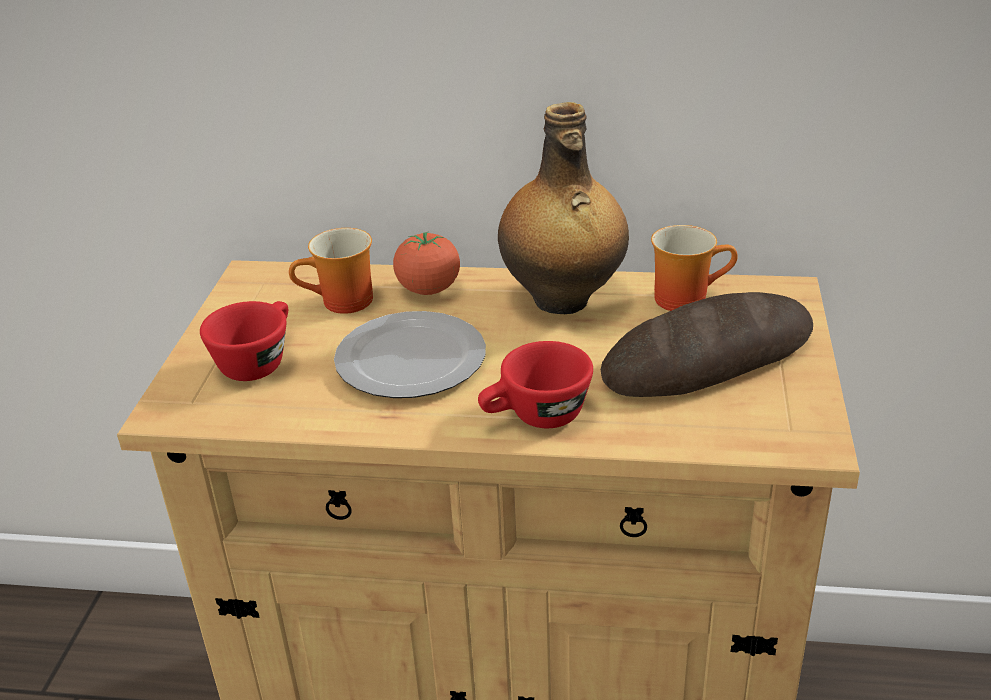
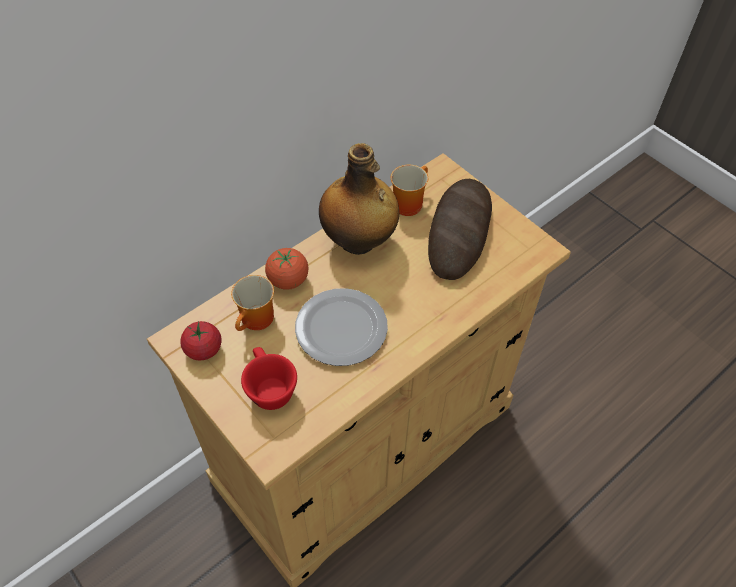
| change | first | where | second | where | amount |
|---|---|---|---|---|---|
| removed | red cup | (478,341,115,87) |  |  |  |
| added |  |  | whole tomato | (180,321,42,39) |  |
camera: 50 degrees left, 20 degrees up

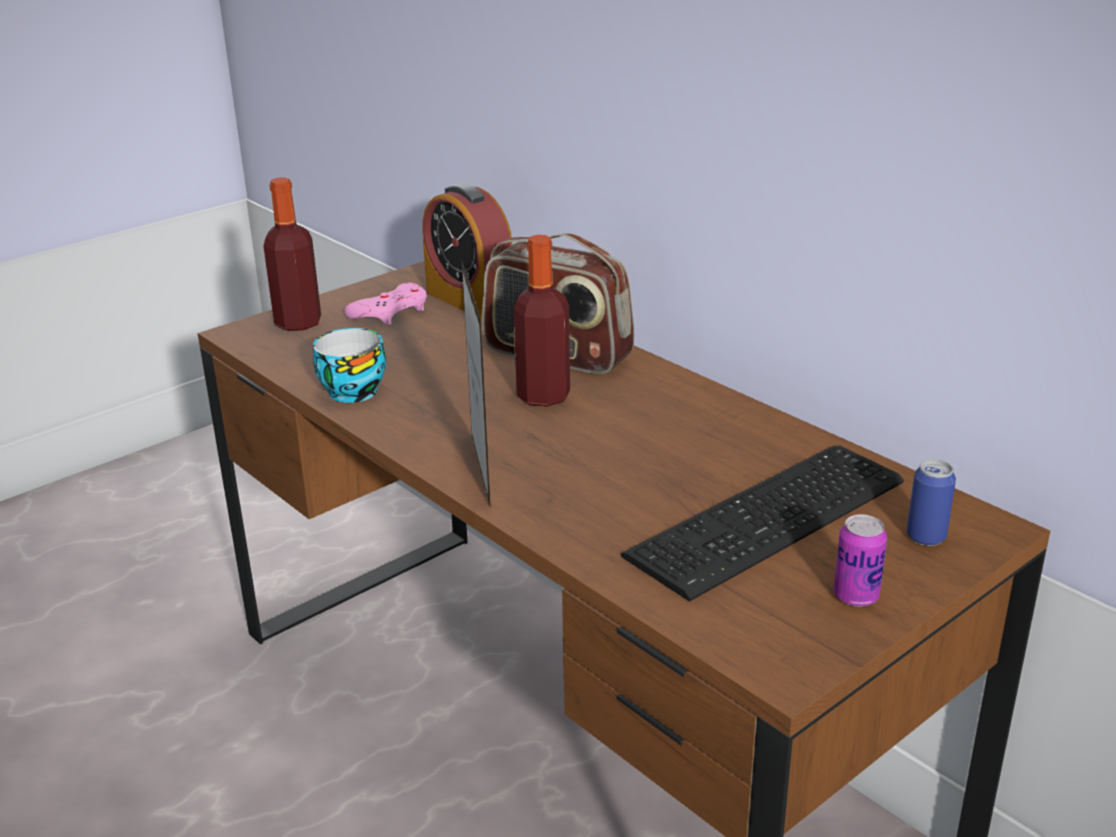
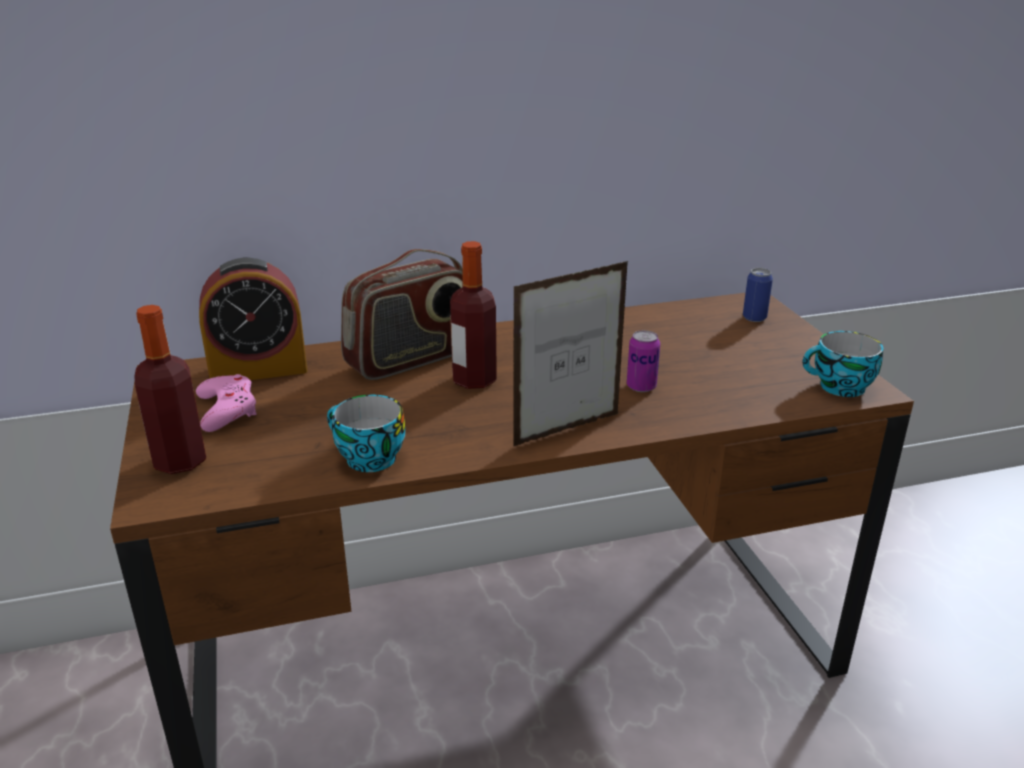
| change | first | where | second | where | amount |
|---|---|---|---|---|---|
| turned | picture frame | (461,259,29,247) |  | (513,261,115,186) | 45 degrees counterclockwise |
| removed | PC keyboard | (621,446,283,155) |  |  |  |
| moved | can | (833,514,54,93) |  | (627,330,33,62) |  |
| added |  |  | cup | (803,331,81,66) |  |
camera: 65 degrees left, 0 degrees up

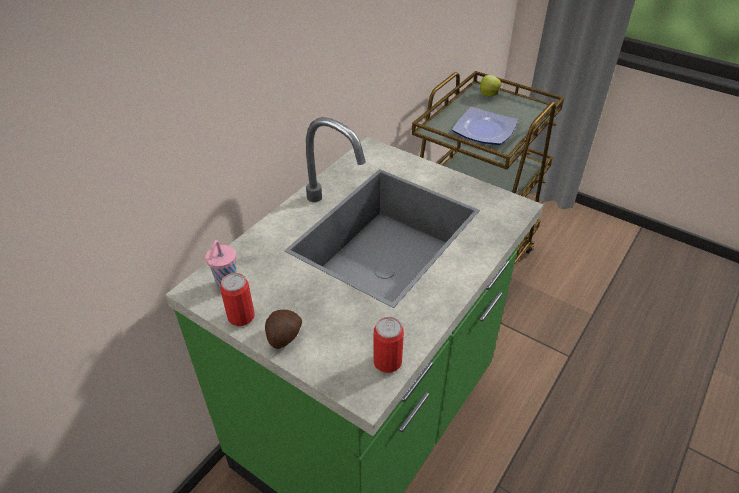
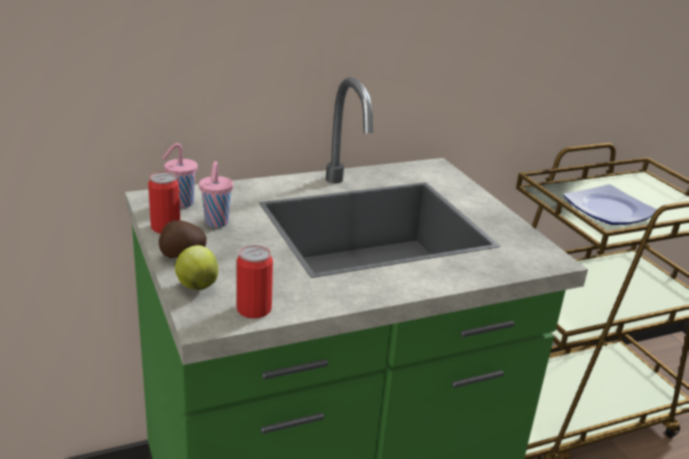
| change | first | where | second | where | amount |
|---|---|---|---|---|---|
| moved | apple | (479,75,23,21) |  | (175,245,43,45) |  |
| added |  |  | pink cup | (199,161,34,67) |  |
camera: 30 degrees right, 15 degrees down

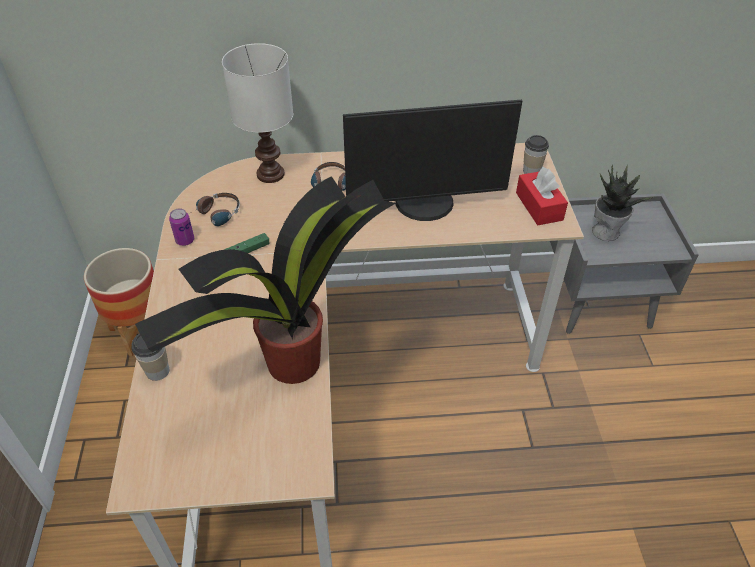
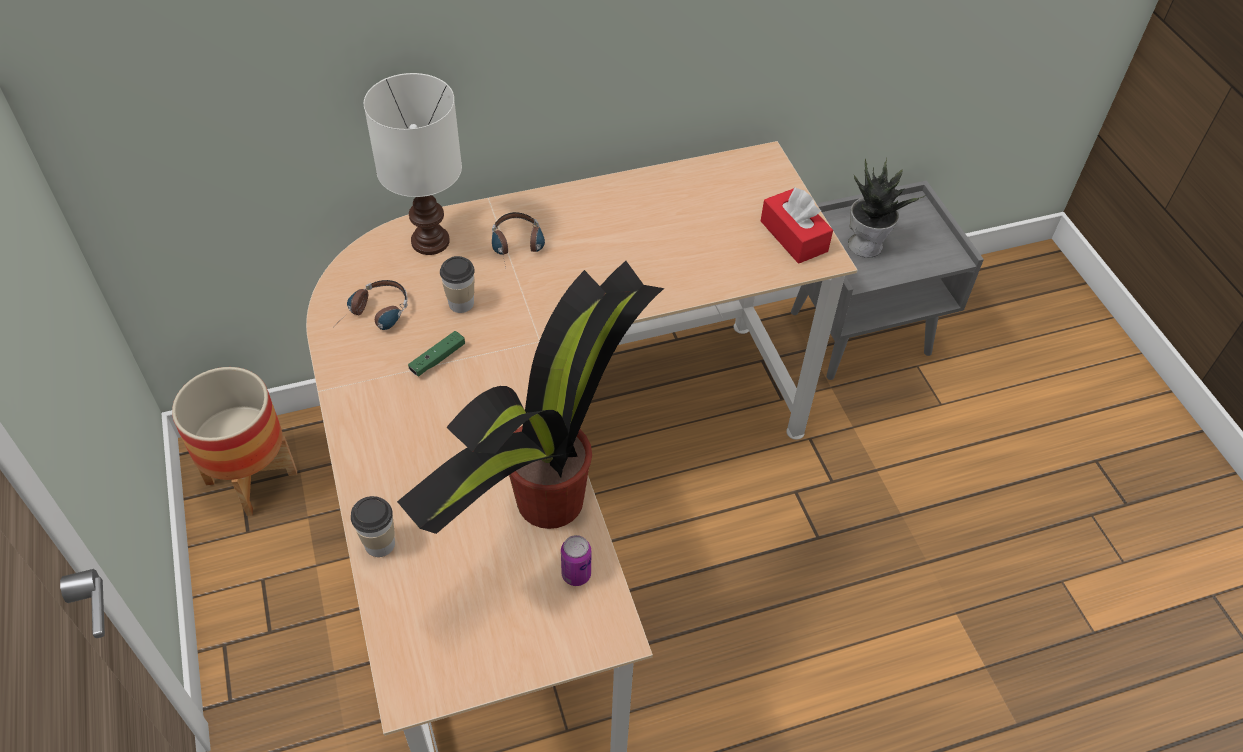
| change | first | where | second | where | amount |
|---|---|---|---|---|---|
| removed | computer screen | (343,100,179,121) |  |  |  |
| moved | cup | (523,135,26,39) |  | (440,256,35,57) |  |
| moved | can | (169,208,25,38) |  | (561,535,30,51) |  |
camera: 15 degrees left, 5 degrees up

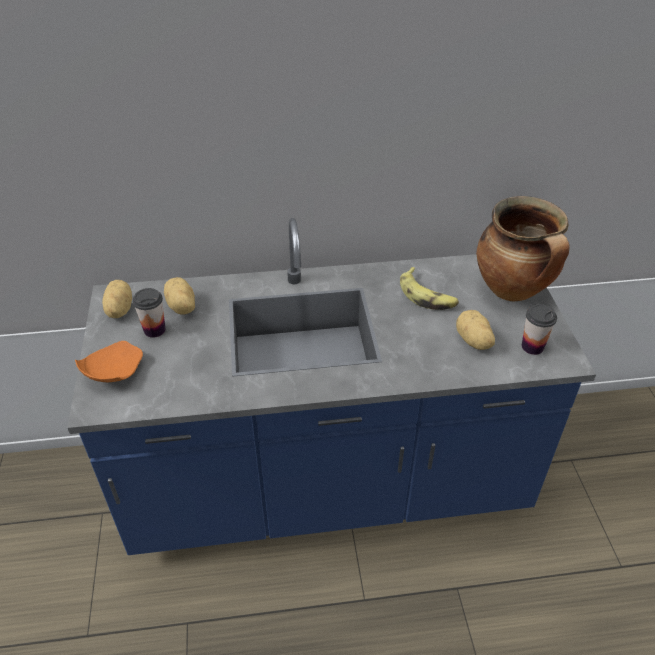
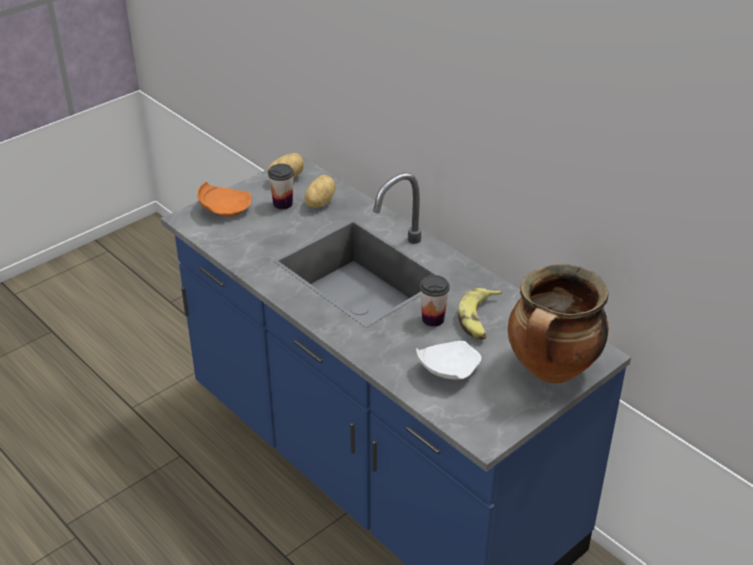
| change | first | where | second | where | amount |
|---|---|---|---|---|---|
| moved | cup | (522,304,35,51) |  | (420,275,30,52) |  |
| replaced | potato | (456,310,39,40) | whitish dinner plate | (416,341,65,39) |  |
camera: 55 degrees right, 5 degrees down

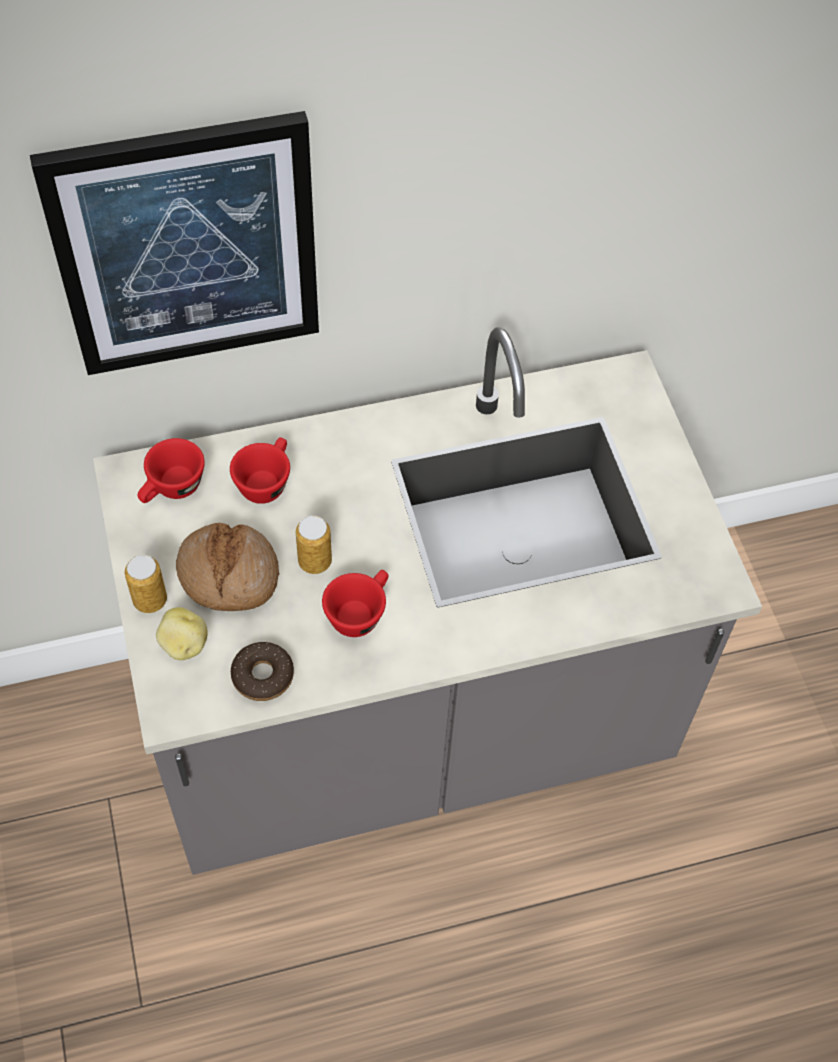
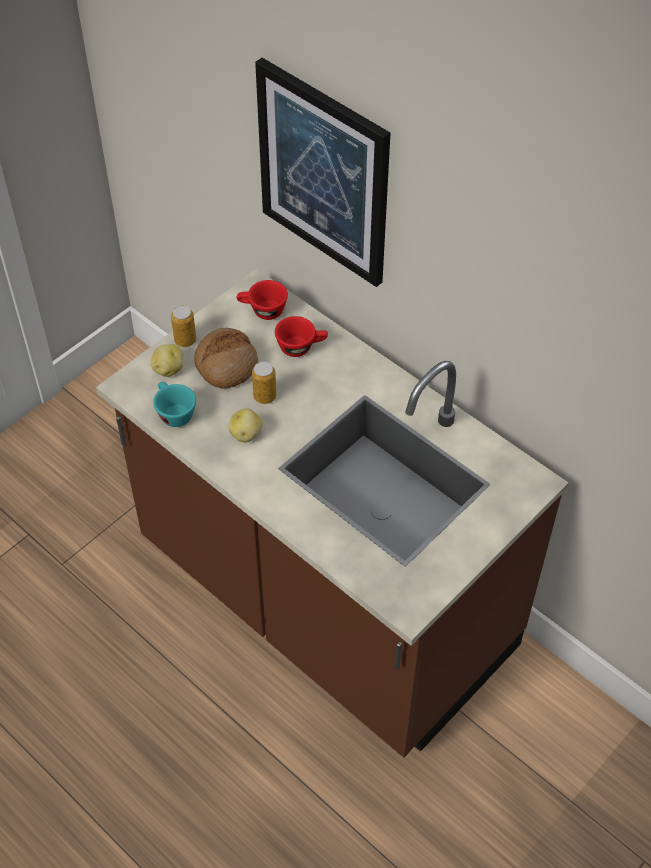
| change | first | where | second | where | amount |
|---|---|---|---|---|---|
| recoloured | greyish kitchen counter | (93,327,669,548) | brownish kitchen counter | (96,269,472,488) |  |
| replaced | red cup | (322,570,66,67) | potato | (229,408,34,35) |  |
| replaced | doughnut | (231,642,63,59) | turquoise cup | (153,382,43,45) |  |
camera: 60 degrees right, 5 degrees down

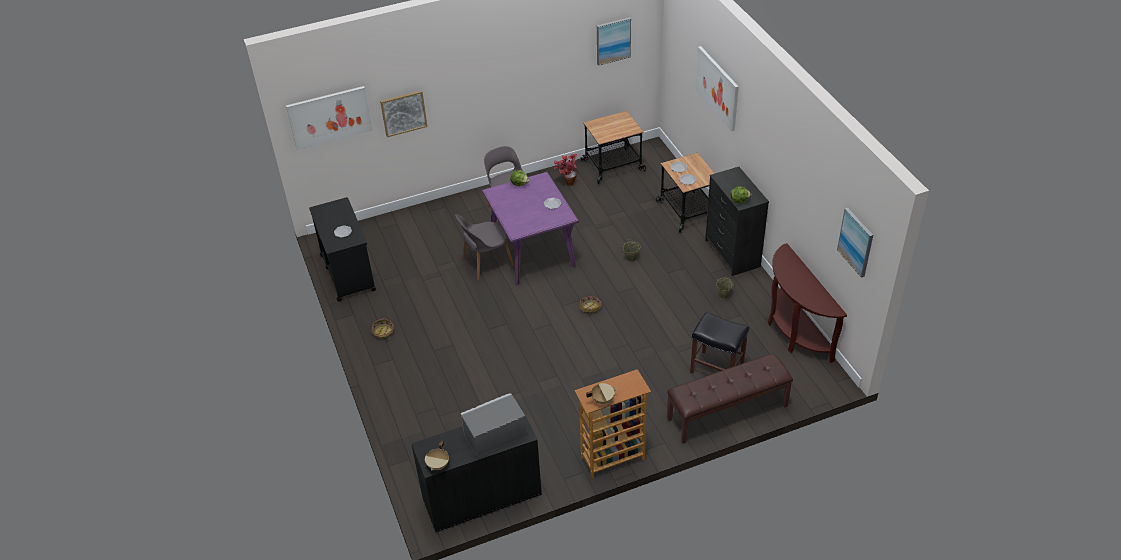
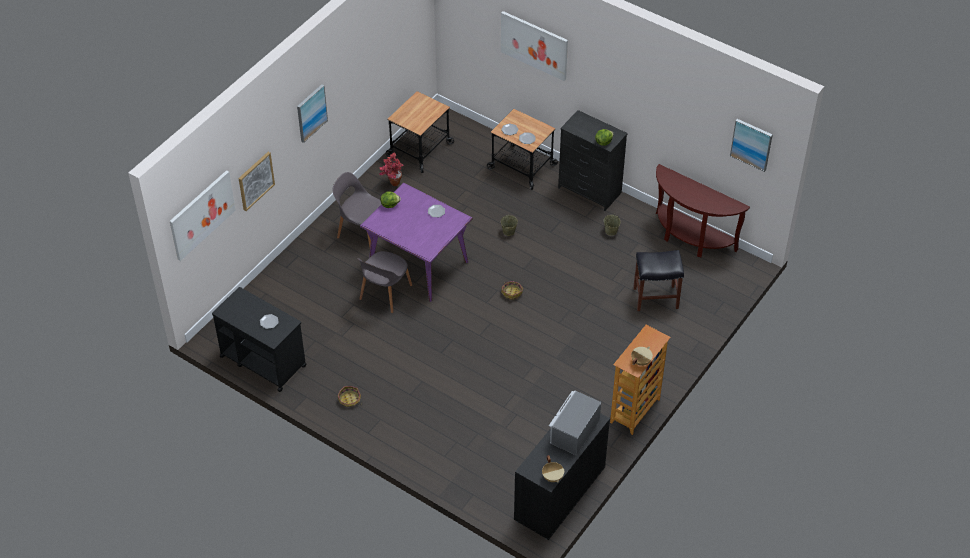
| change | first | where | second | where | amount |
|---|---|---|---|---|---|
| moved | wall picture | (597,17,34,49) |  | (297,84,31,59) |  |
| removed | brownish bench | (667,354,126,90) |  |  |  |
camera: 35 degrees left, 5 degrees up

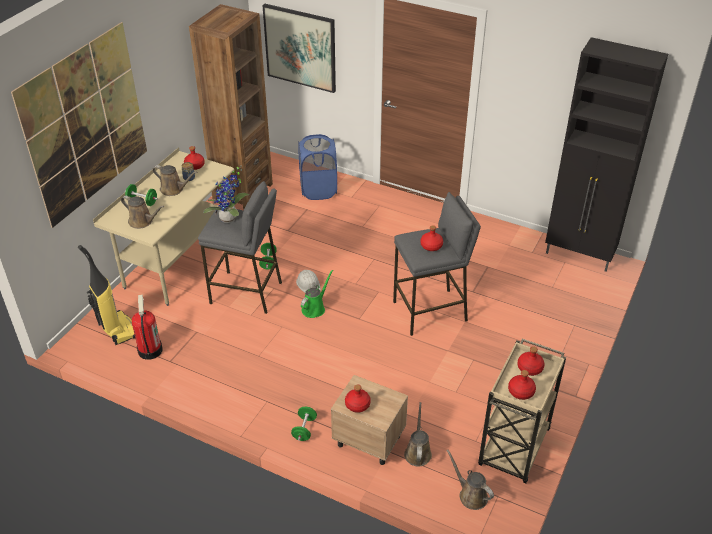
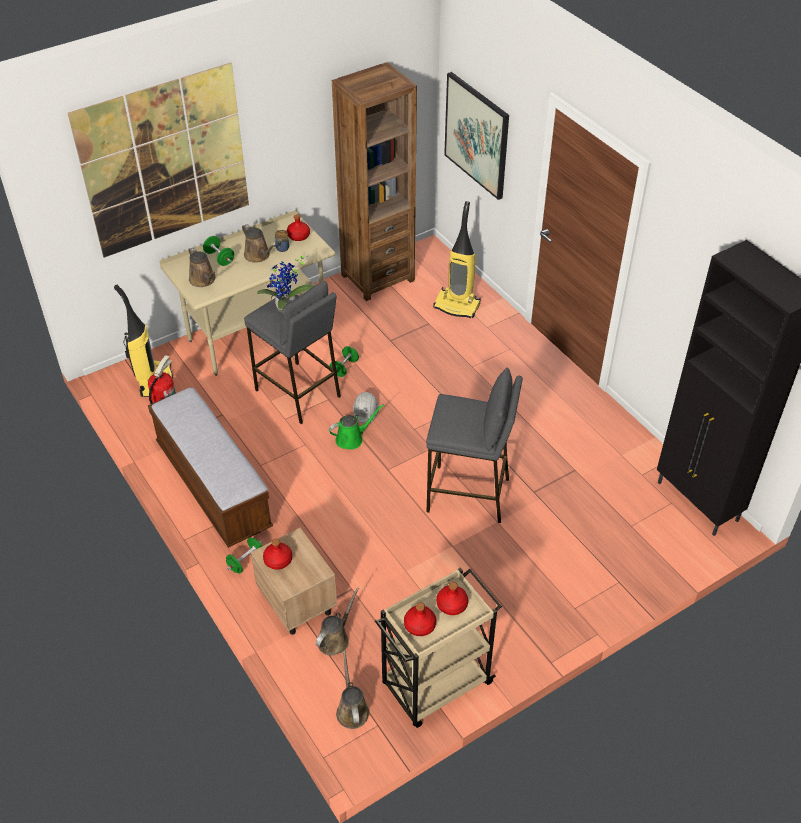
| change | first | where | second | where | amount |
|---|---|---|---|---|---|
| replaced | bluish washing basket | (298,134,39,66) | vacuum | (433,201,48,117) |  |
| removed | red drink bottle | (421,226,22,25) |  |  |  |
| added |  |  | bench | (148,387,125,161) |  |
camera: 30 degrees right, 5 degrees up

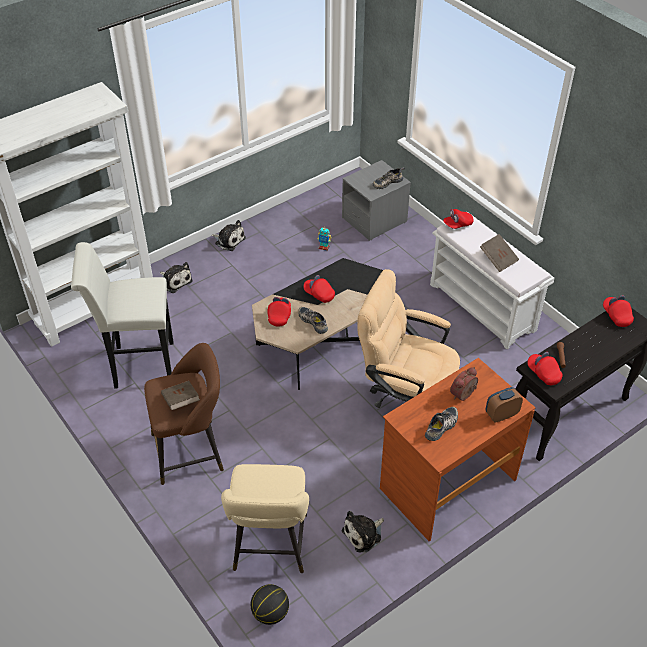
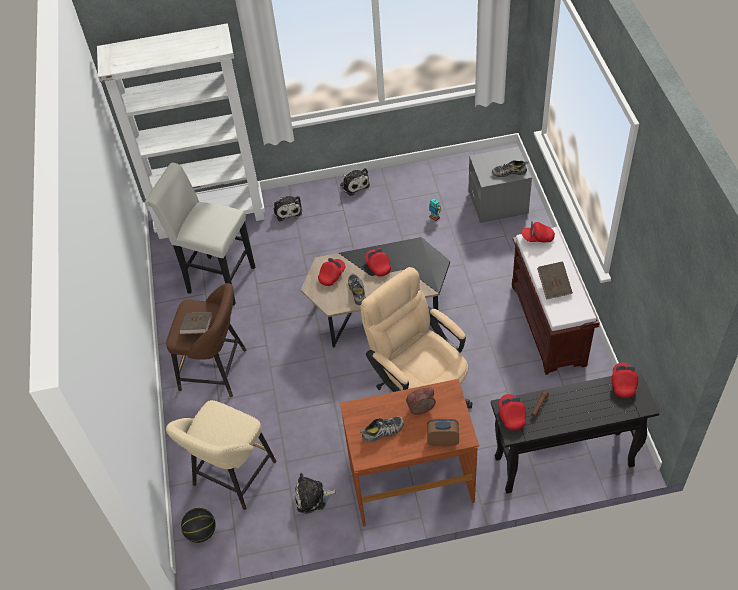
| change | first | where | second | where | amount |
|---|---|---|---|---|---|
| recoloured | whitish bench | (430,212,124,137) | brownish bench | (512,226,88,149) |  |
camera: 30 degrees right, 5 degrees up

